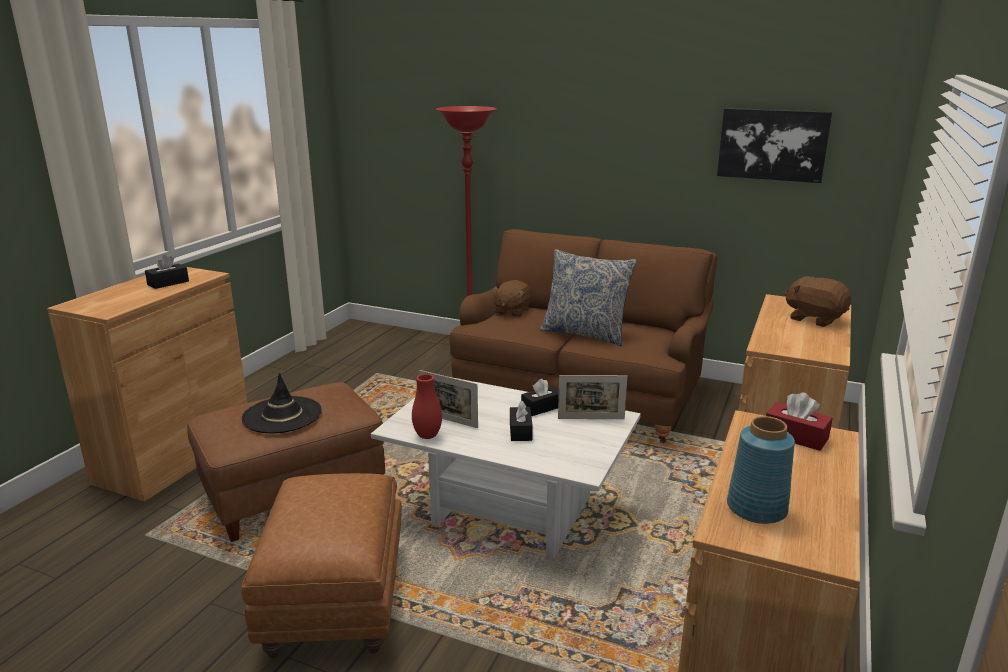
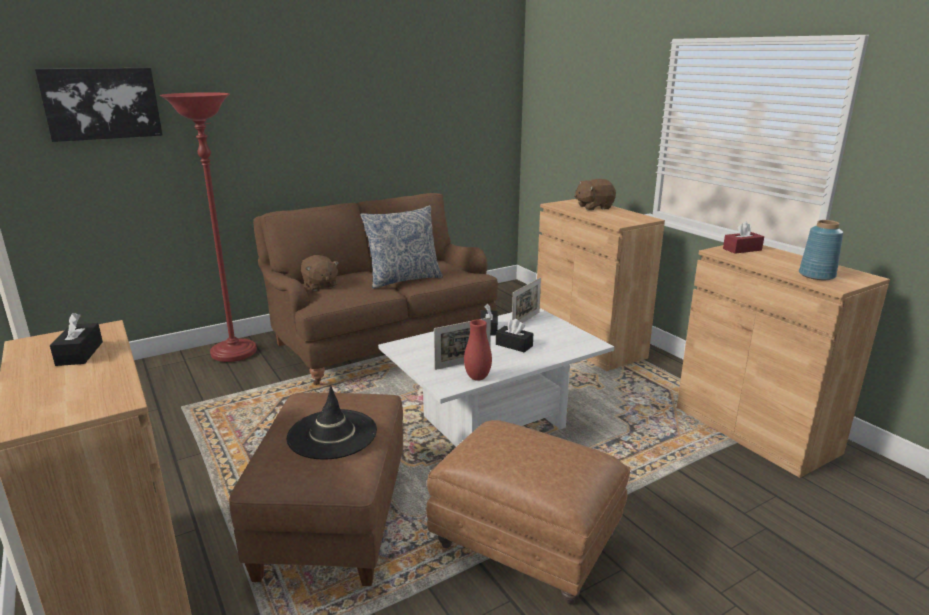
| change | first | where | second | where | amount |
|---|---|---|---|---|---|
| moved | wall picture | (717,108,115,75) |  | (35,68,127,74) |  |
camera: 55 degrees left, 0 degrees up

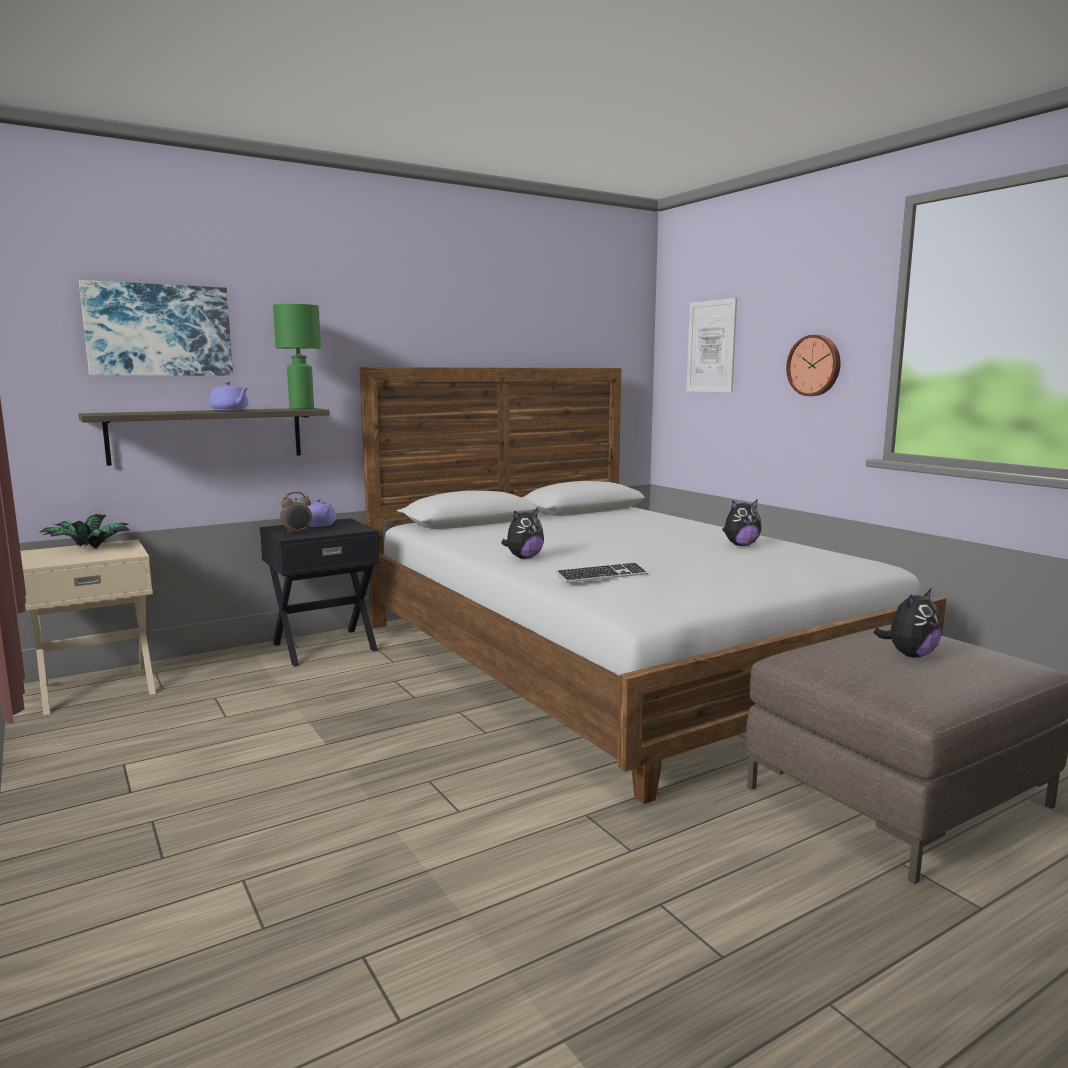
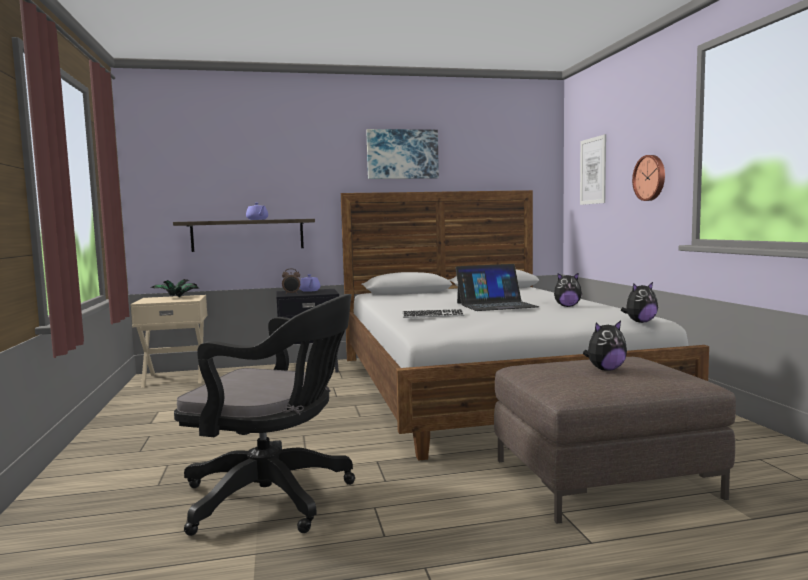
| change | first | where | second | where | amount |
|---|---|---|---|---|---|
| moved | wall picture | (79,280,154,96) |  | (366,129,73,50) |  |
| removed | green-coloured lamp for a table | (273,304,48,106) |  |  |  |
| moved | cuddly toy | (501,507,43,52) |  | (621,282,37,41) |  |
| added |  |  | notebook computer | (456,264,83,47) |  |
| added |  |  | blackish office chair | (174,294,181,242) |  |
camera: 20 degrees right, 5 degrees down

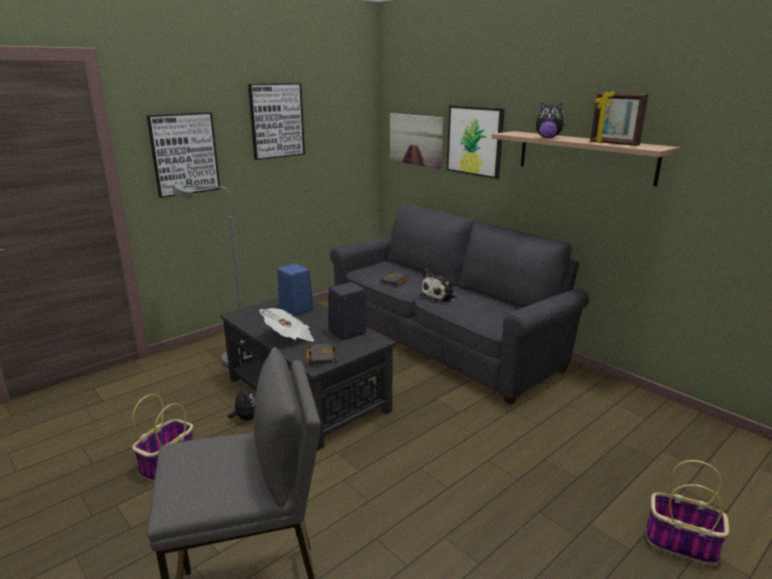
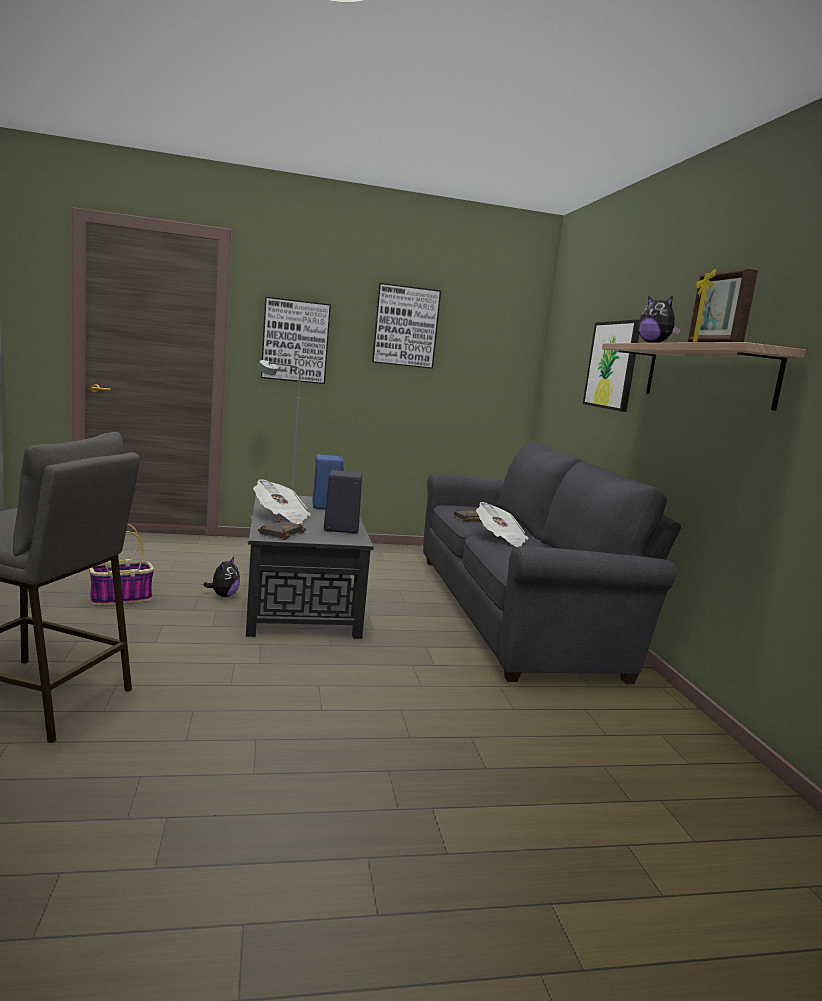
| change | first | where | second | where | amount |
|---|---|---|---|---|---|
| removed | wall picture | (390,113,53,56) |  |  |  |
| replaced | cuddly toy | (419,269,38,34) | newspaper | (476,502,52,45) |  |
| removed | basket | (646,460,83,105) |  |  |  |
camera: 30 degrees right, 10 degrees down

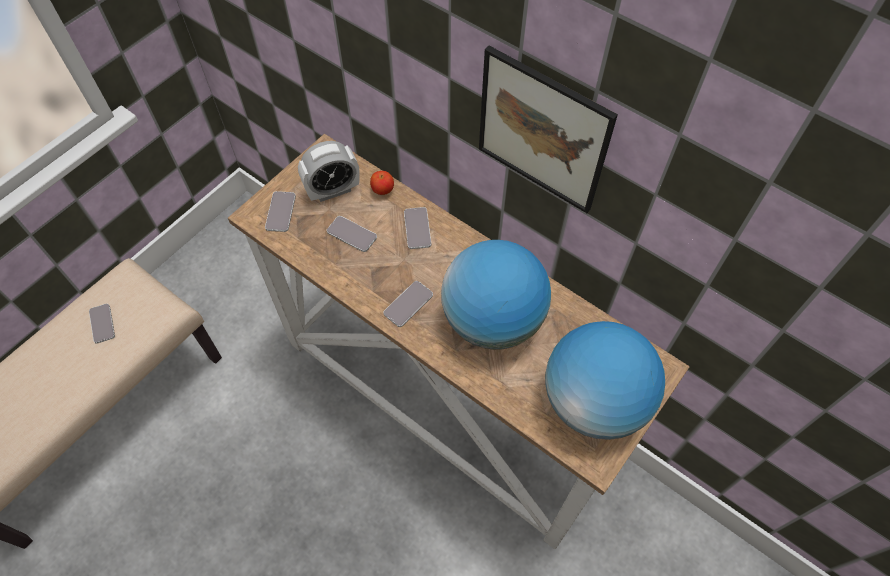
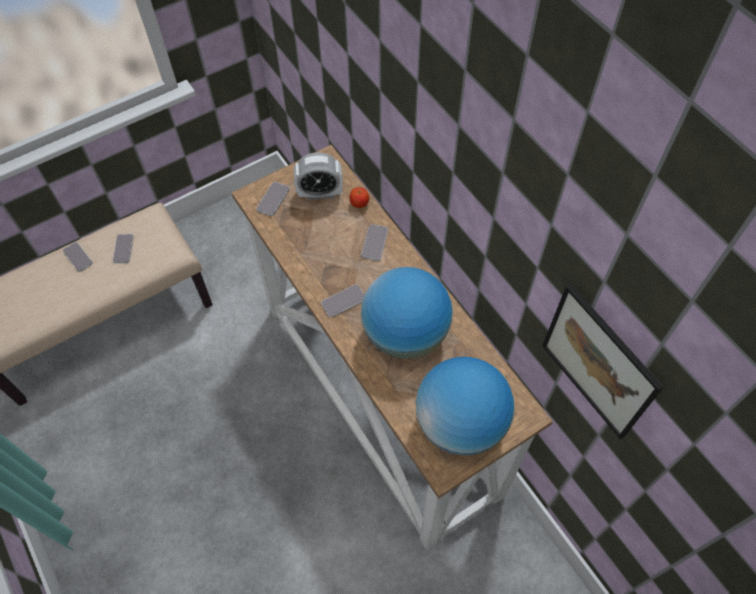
| change | first | where | second | where | amount |
|---|---|---|---|---|---|
| moved | wall picture | (479,46,139,167) |  | (542,284,122,155) |  |
| moved | telephone | (327,216,50,36) |  | (63,242,30,30) |  |
camera: 20 degrees right, 0 degrees up

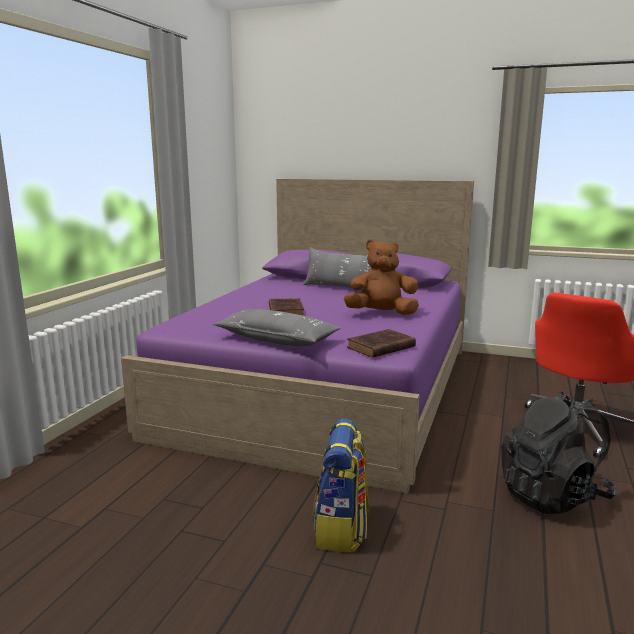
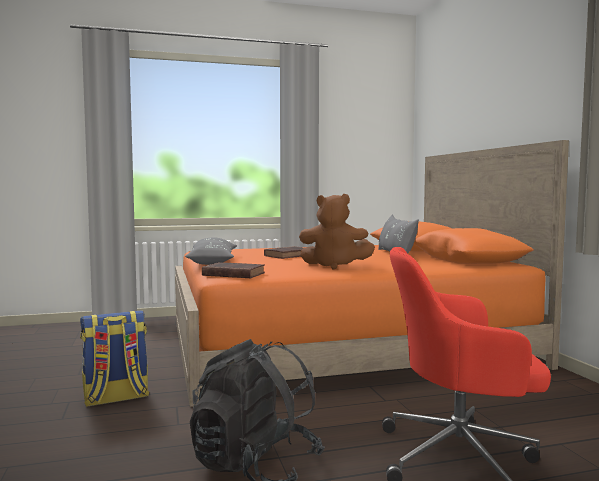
| change | first | where | second | where | amount |
|---|---|---|---|---|---|
| recoloured | purple-coloured sleeping bed | (121,179,353,315) | orange sleeping bed | (175,140,394,267) |  |
| turned | brownish cuddly toy | (344,240,75,75) |  | (299,194,76,76) | 135 degrees clockwise |
camera: 55 degrees right, 10 degrees down

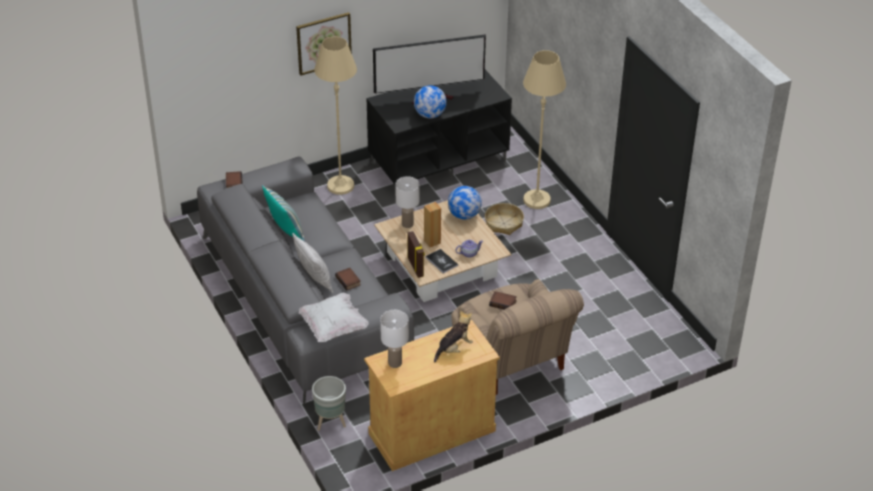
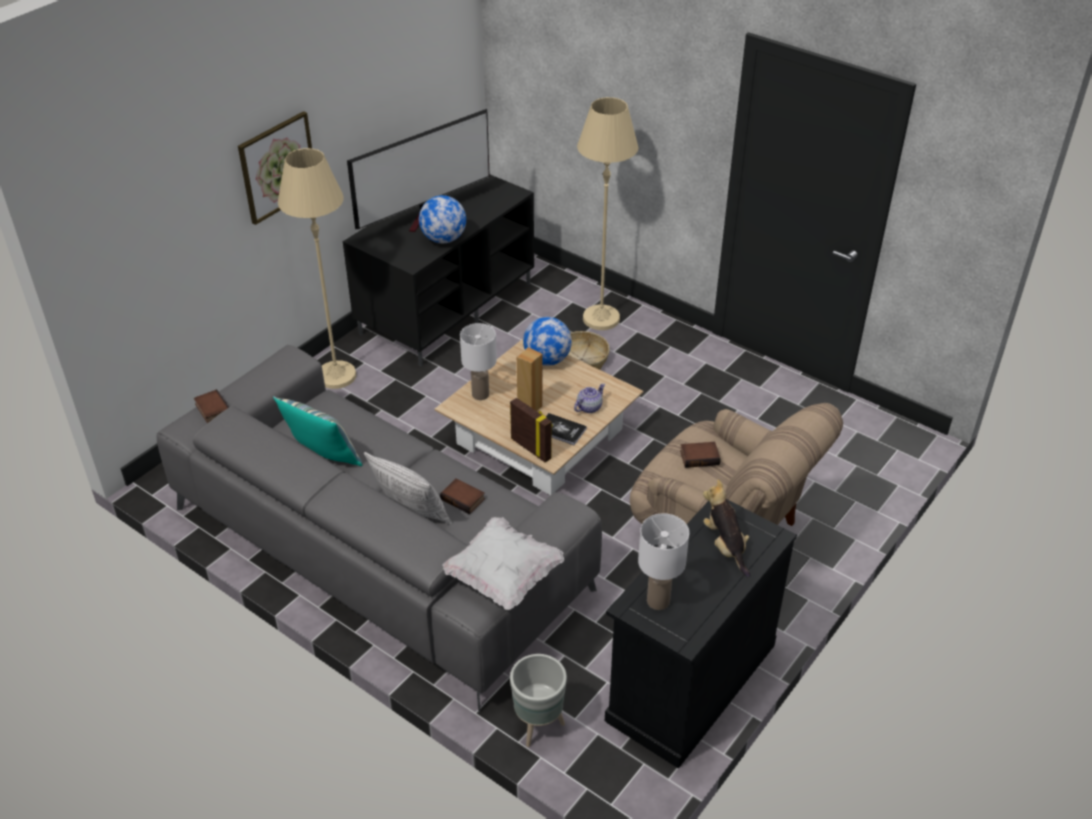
| change | first | where | second | where | amount |
|---|---|---|---|---|---|
| turned | cuddly toy | (434,310,39,52) |  | (703,479,47,98) | 45 degrees counterclockwise |
| recoloured | sand-coloured storage cabinet | (364,320,136,151) | blackish storage cabinet | (605,500,192,269) |  |
camera: 25 degrees left, 0 degrees up

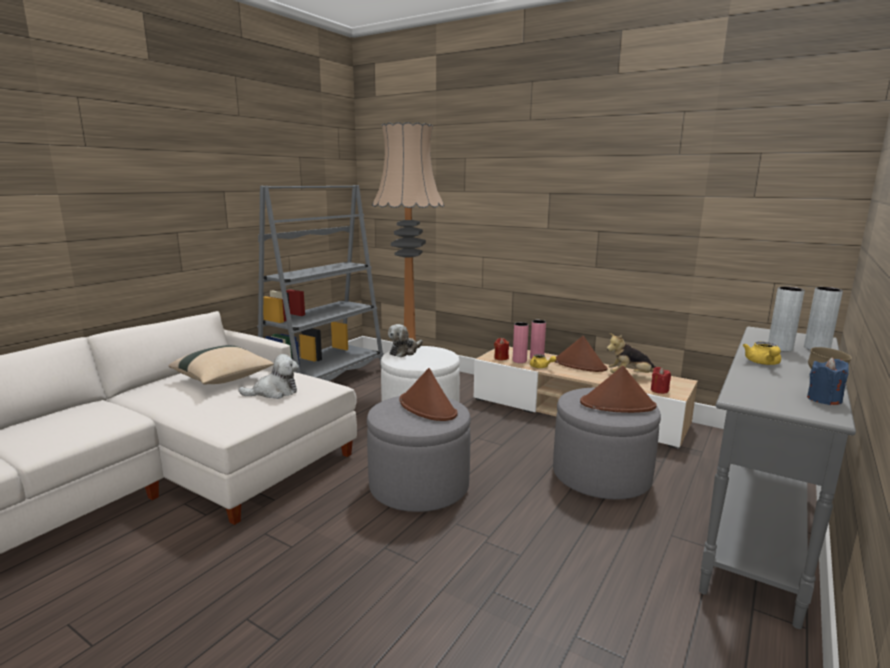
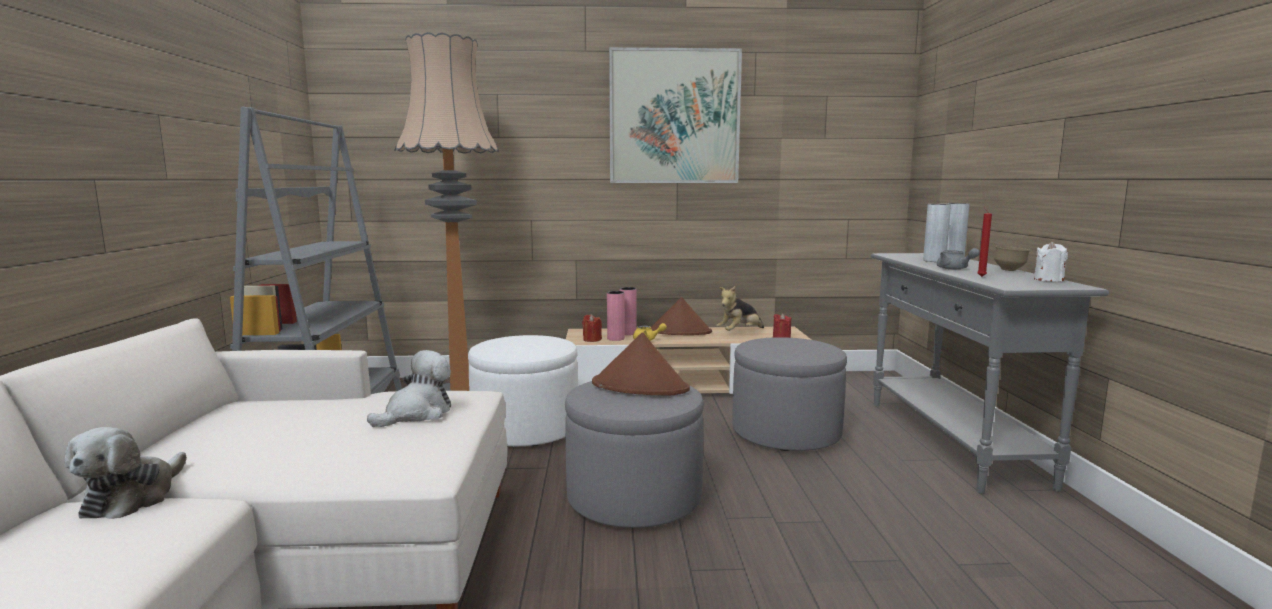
| change | first | where | second | where | amount |
|---|---|---|---|---|---|
| moved | cuddly toy | (388,324,35,33) |  | (65,427,122,92) |  |
| recoloured | yellow pot for tea | (743,342,38,23) | greyish pot for tea | (937,248,43,22) |  |
| removed | sand-coloured throw pillow | (168,345,106,39) |  |  |  |
| recoloured | bluish wax candle | (807,357,42,48) | whitish wax candle | (1034,241,34,40) |  |
| removed | brownish hat | (580,366,77,47) |  |  |  |
| added |  |  | wall picture | (609,47,133,136) |  |
| added |  |  | red wax candle | (977,206,15,71) |  |
camera: 35 degrees left, 5 degrees down

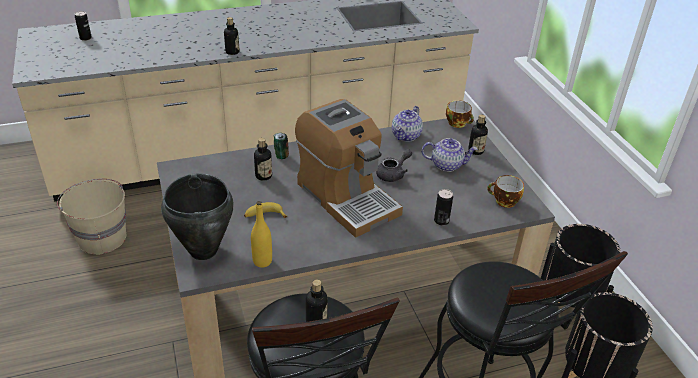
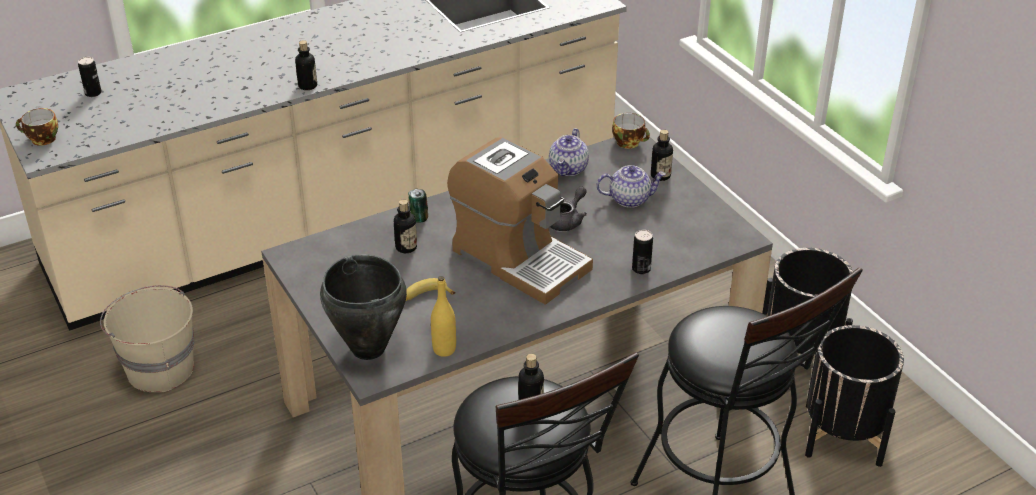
| change | first | where | second | where | amount |
|---|---|---|---|---|---|
| moved | cup | (487,175,37,33) |  | (16,108,42,38) |  |
camera: 10 degrees left, 0 degrees up

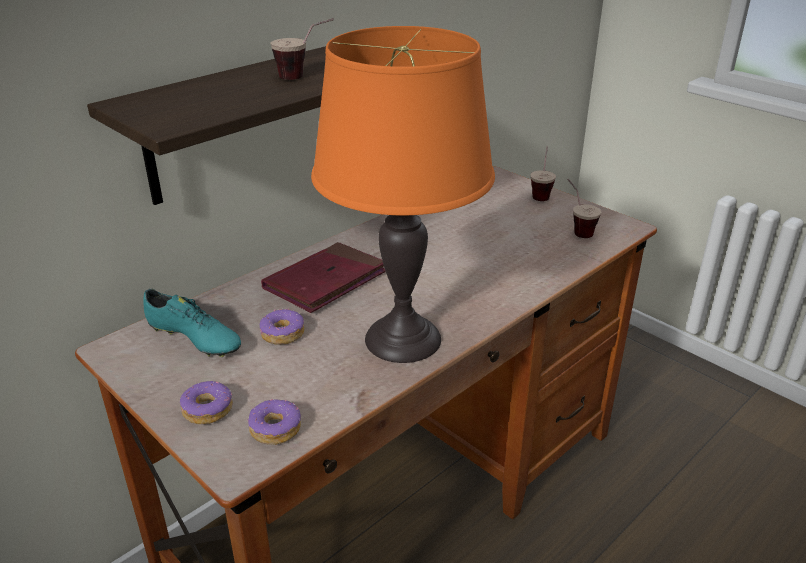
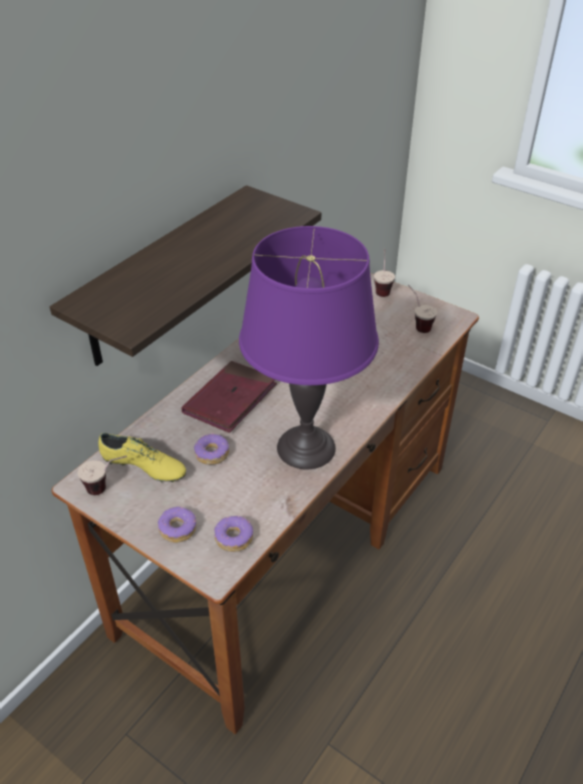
| change | first | where | second | where | amount |
|---|---|---|---|---|---|
| moved | cup | (271,18,63,62) |  | (77,456,50,39) |  |
| recoloured | orange lamp for a table | (311,26,184,337) | purple-coloured lamp for a table | (239,226,140,243) |  |
| recoloured | turquoise shoe | (143,289,98,68) | yellow shoe | (98,433,88,49) |  |
camera: 10 degrees left, 10 degrees up

